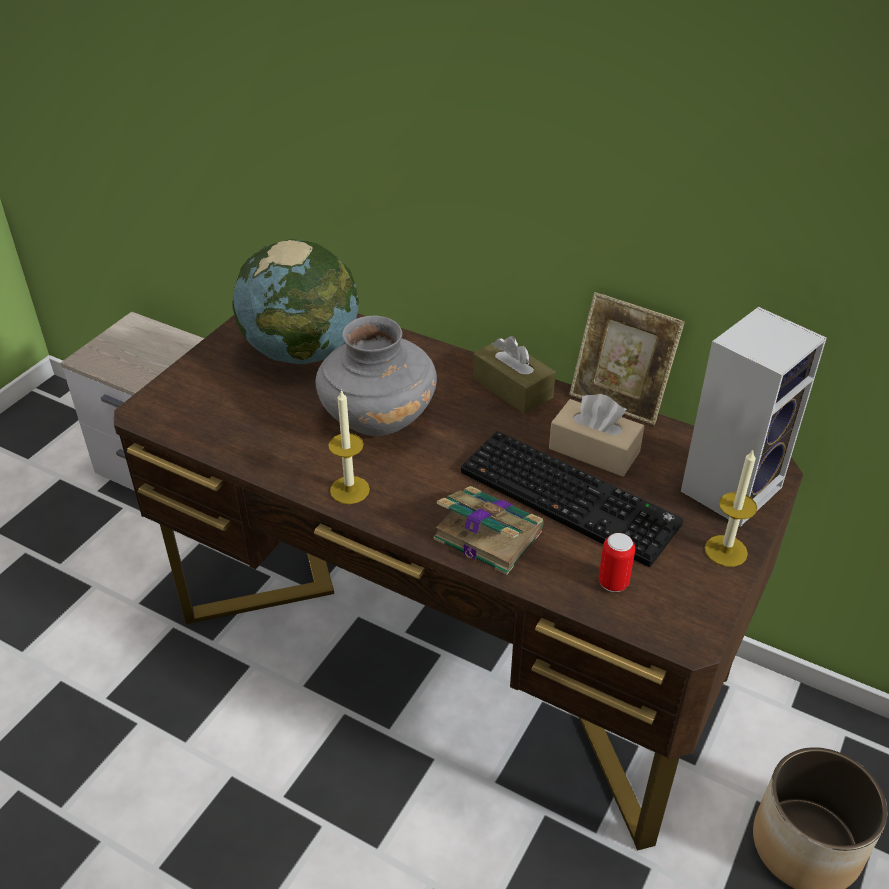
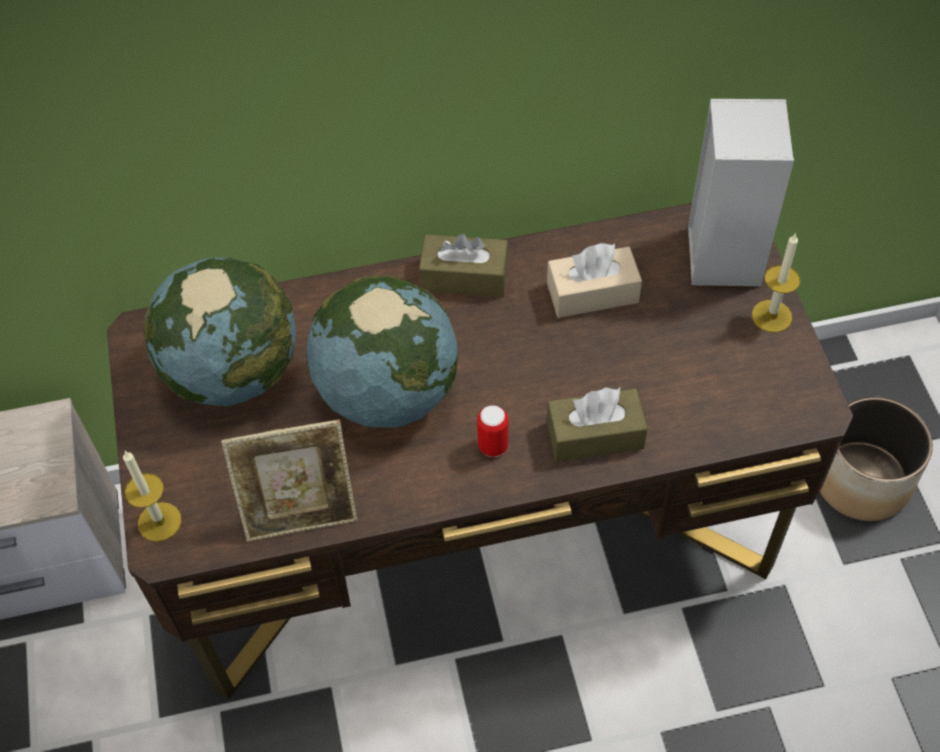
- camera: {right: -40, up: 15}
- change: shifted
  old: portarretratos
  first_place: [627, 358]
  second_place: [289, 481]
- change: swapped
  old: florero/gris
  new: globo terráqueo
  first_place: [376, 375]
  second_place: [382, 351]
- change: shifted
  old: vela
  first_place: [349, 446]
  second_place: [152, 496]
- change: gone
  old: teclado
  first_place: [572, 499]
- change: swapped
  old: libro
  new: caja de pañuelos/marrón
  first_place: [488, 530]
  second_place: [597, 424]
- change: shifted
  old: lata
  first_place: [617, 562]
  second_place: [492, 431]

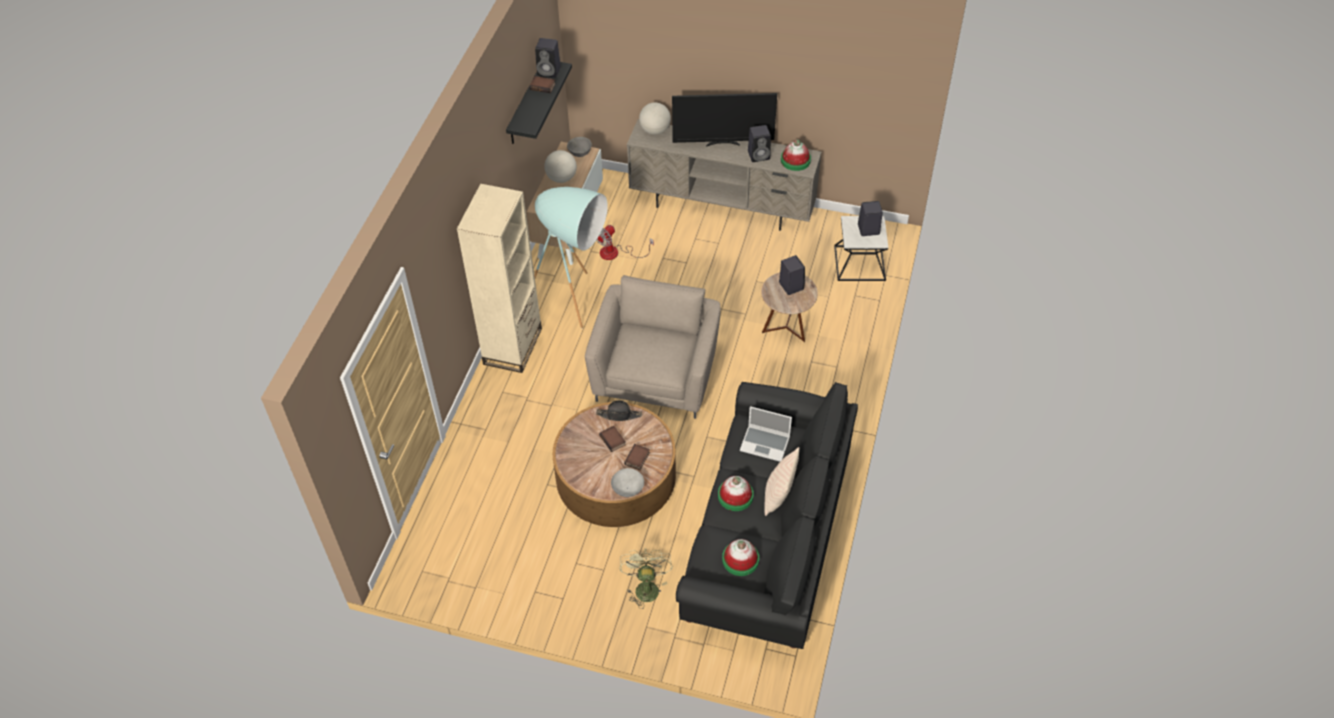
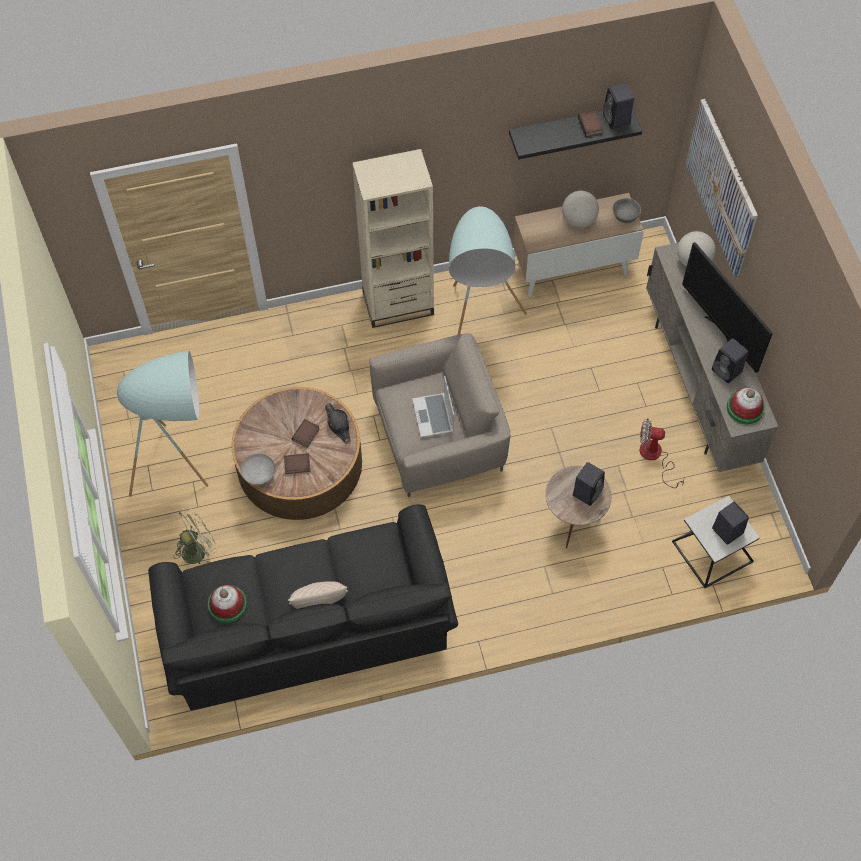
- camera: {right: 60, up: 10}
- change: shifted
  old: ventilador
  first_place: [625, 242]
  second_place: [662, 453]
- change: shifted
  old: portátil
  first_place: [766, 434]
  second_place: [433, 406]
- change: gone
  old: sombrero
  first_place: [736, 493]
- change: new
  new: cuadro
  second_place: [722, 188]
- change: new
  new: lámpara de pie/turquesa
  second_place: [163, 424]

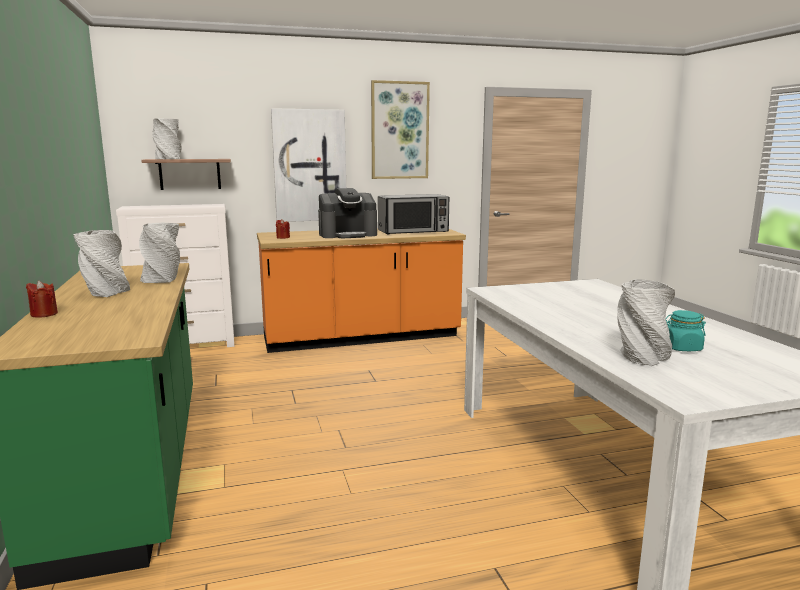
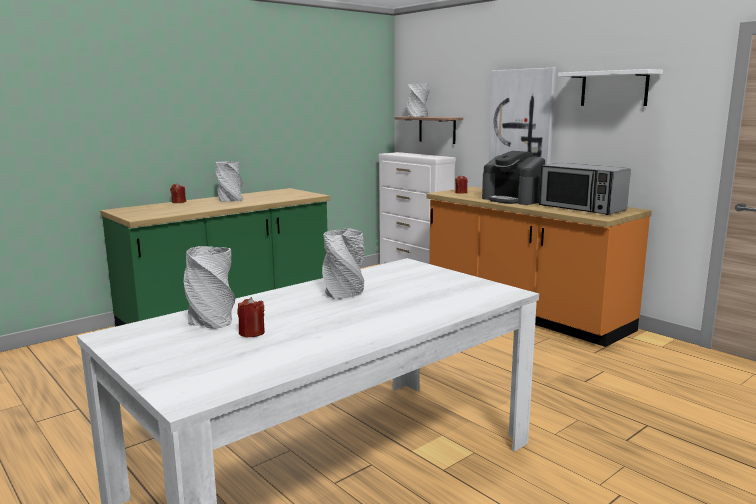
- camera: {right: 65, up: 0}
- change: swapped
  old: cuadro
  new: estante/blanco
  first_place: [400, 129]
  second_place: [610, 87]
- change: shifted
  old: florero/gris
  first_place: [159, 253]
  second_place: [343, 263]
- change: swapped
  old: tarro/turquesa
  new: vela/rojo
  first_place: [686, 330]
  second_place: [251, 317]

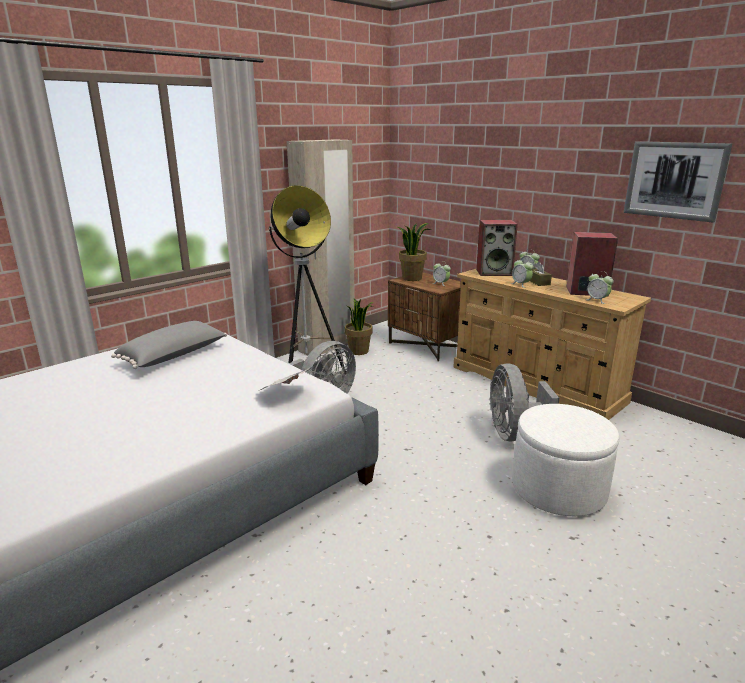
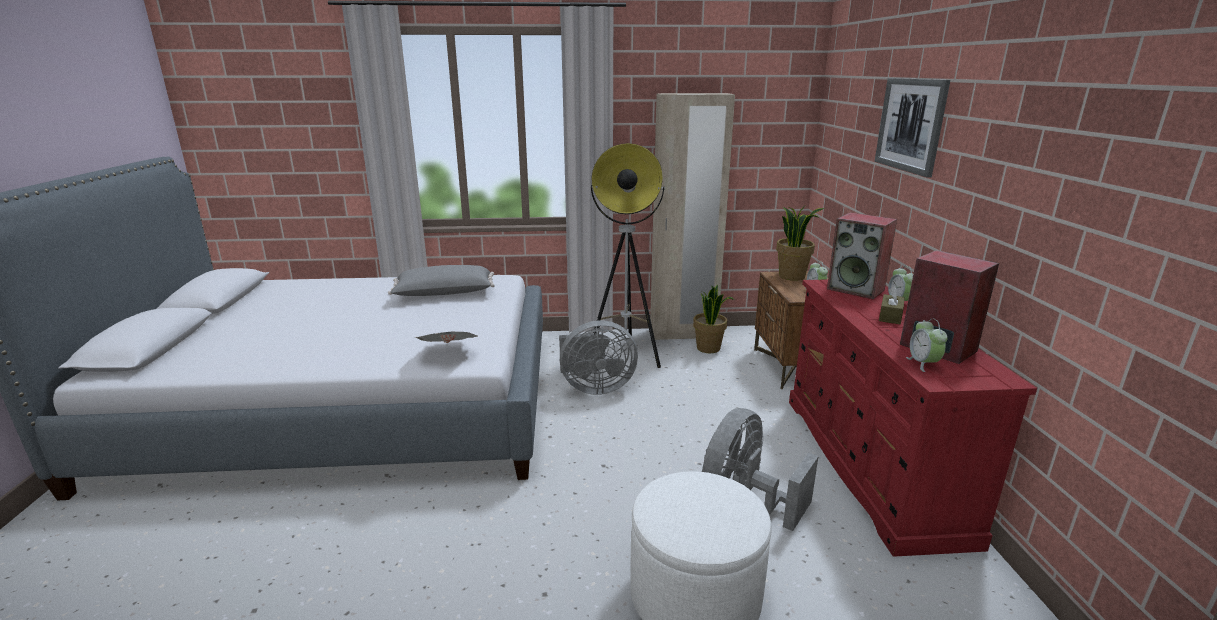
- camera: {right: 40, up: 0}
- change: shifted
  old: cuadro
  first_place: [678, 182]
  second_place: [912, 127]
- change: gone
  old: despertador
  first_place: [522, 273]
- change: repainted
  old: cómoda/beis
  new: cómoda/rojo
  first_place: [552, 344]
  second_place: [913, 418]

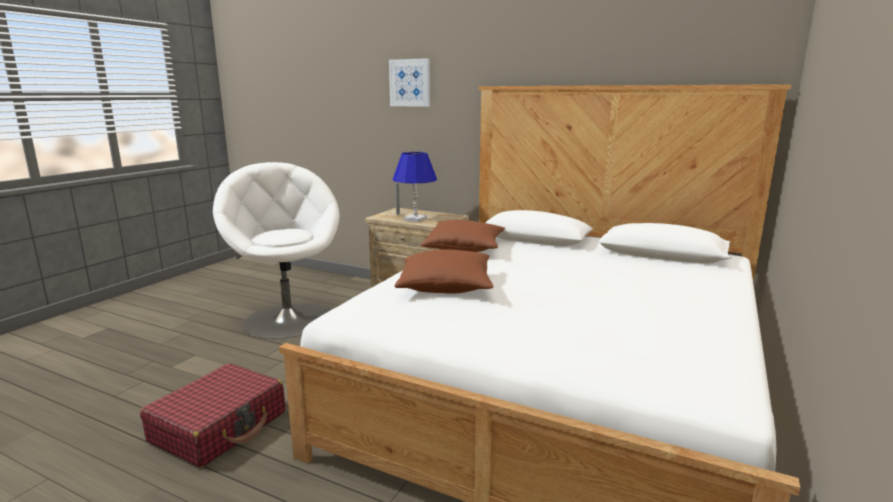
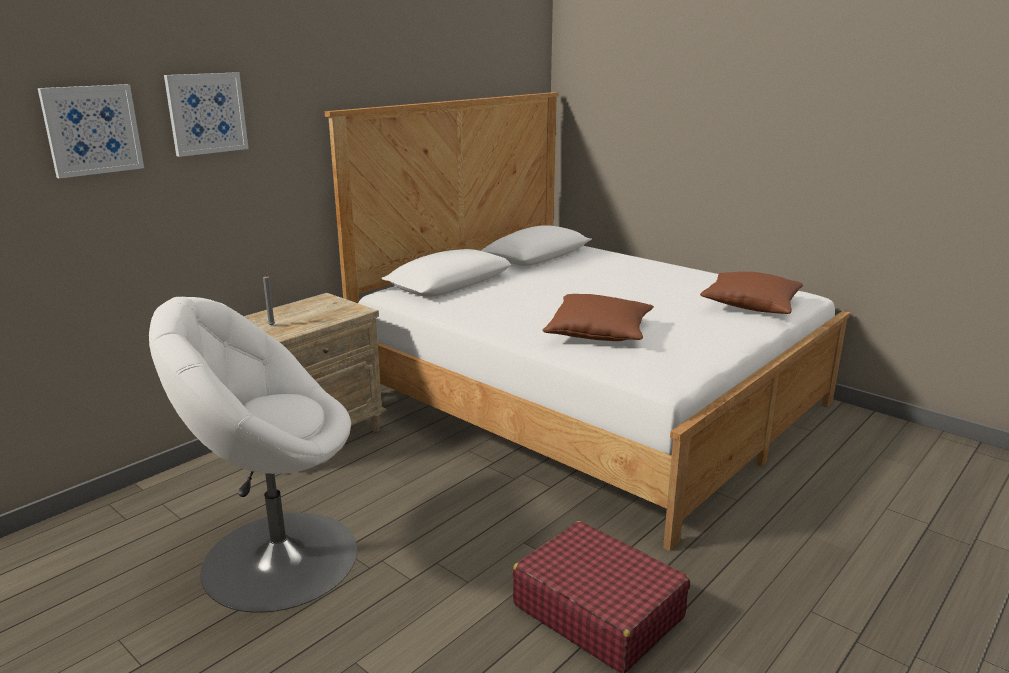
- camera: {right: -75, up: 5}
- change: gone
  old: lámpara de mesa/azul
  first_place: [415, 187]
- change: shifted
  old: cojín/marrón
  first_place: [463, 236]
  second_place: [751, 293]
- change: new
  new: cuadro
  second_place: [91, 131]

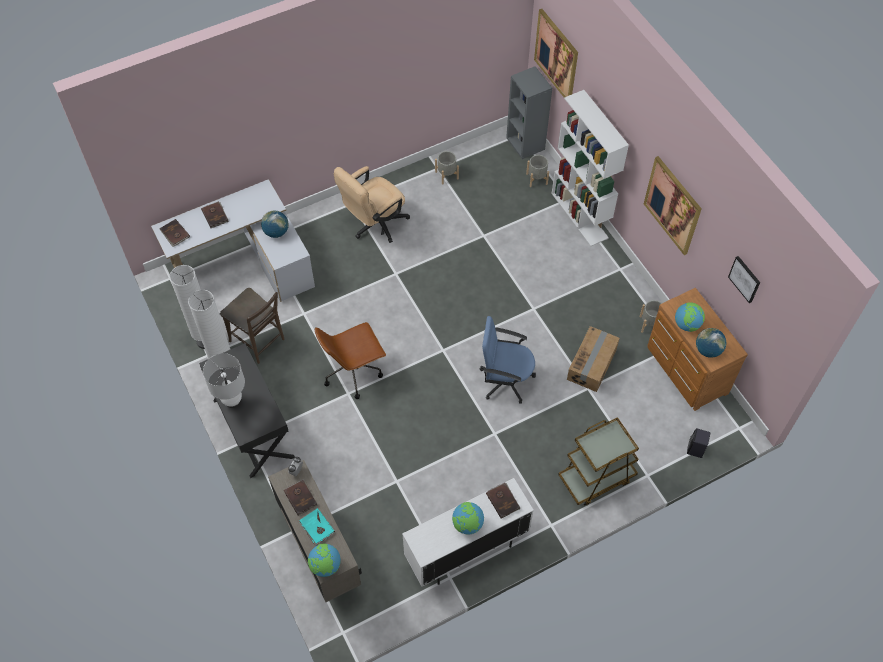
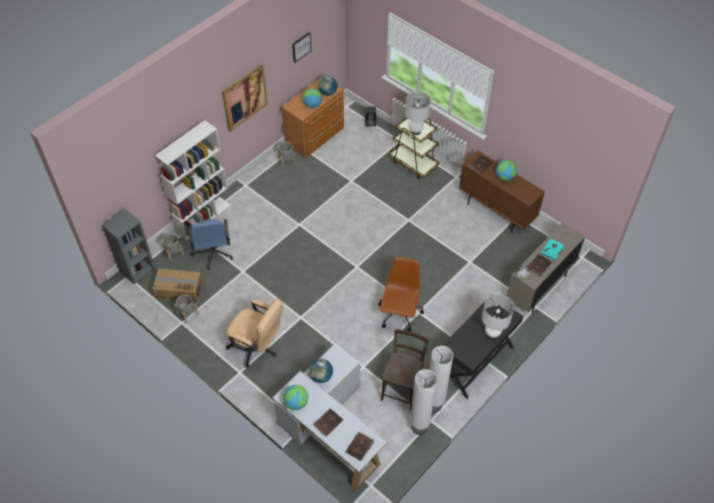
- camera: {right: -110, up: -5}
- change: gone
  old: cuadro
  first_place: [556, 53]
- change: shifted
  old: silla de oficina/azul
  first_place: [508, 360]
  second_place: [210, 244]
- change: rotated
  old: silla de oficina/marrón
  first_place: [350, 360]
  second_place: [401, 294]
  degrees: -120
- change: shifted
  old: caja de cartón
  first_place: [593, 359]
  second_place: [177, 285]
- change: repainted
  old: armario/blanco
  new: armario/marrón
  first_place: [468, 532]
  second_place: [502, 192]
- change: shifted
  old: globo terráqueo
  first_place: [324, 560]
  second_place: [295, 397]
- change: new
  new: lámpara de mesa/blanco
  second_place: [418, 113]

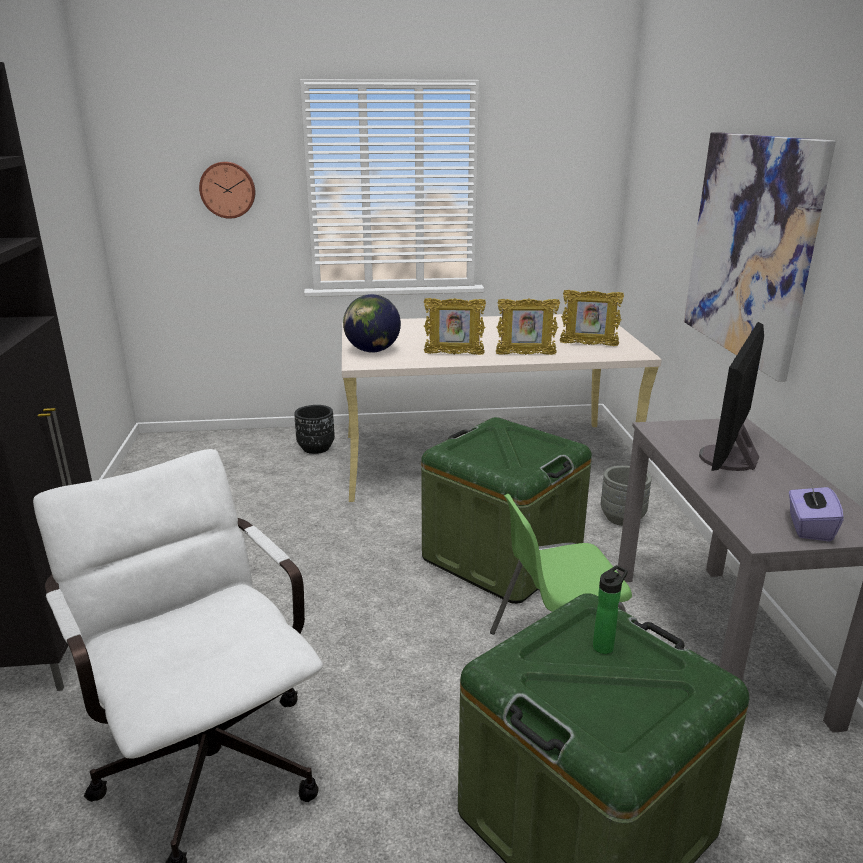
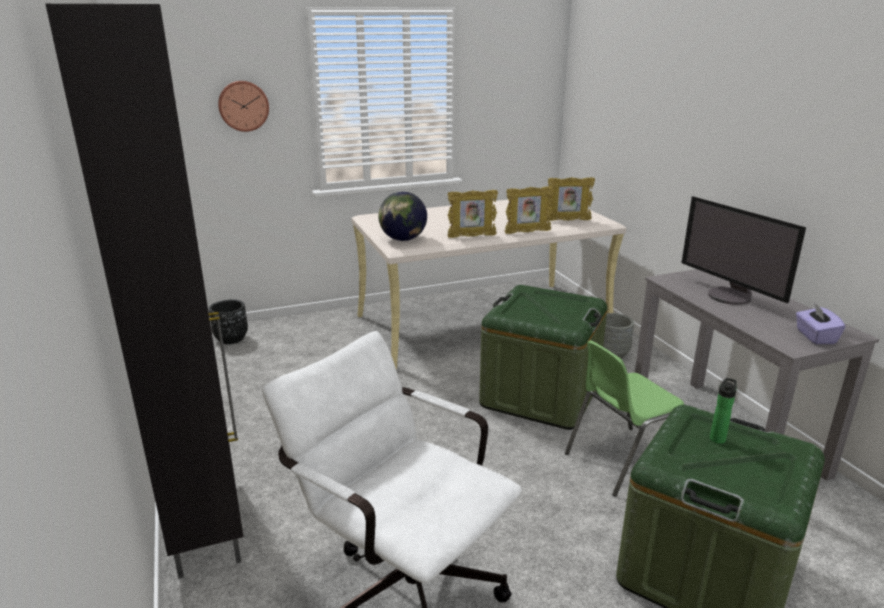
- camera: {right: -15, up: 0}
- change: gone
  old: cuadro
  first_place: [760, 257]
- change: rotated
  old: monitor
  first_place: [731, 396]
  second_place: [744, 250]
  degrees: -45
- change: shifted
  old: maceta/negro
  first_place: [314, 429]
  second_place: [228, 321]

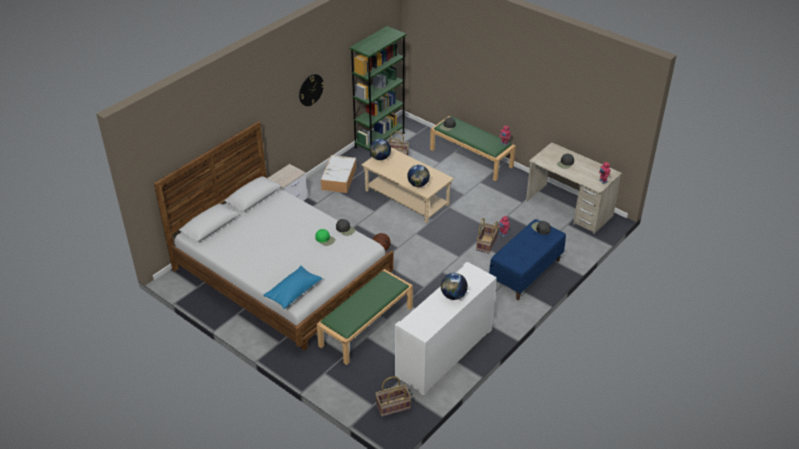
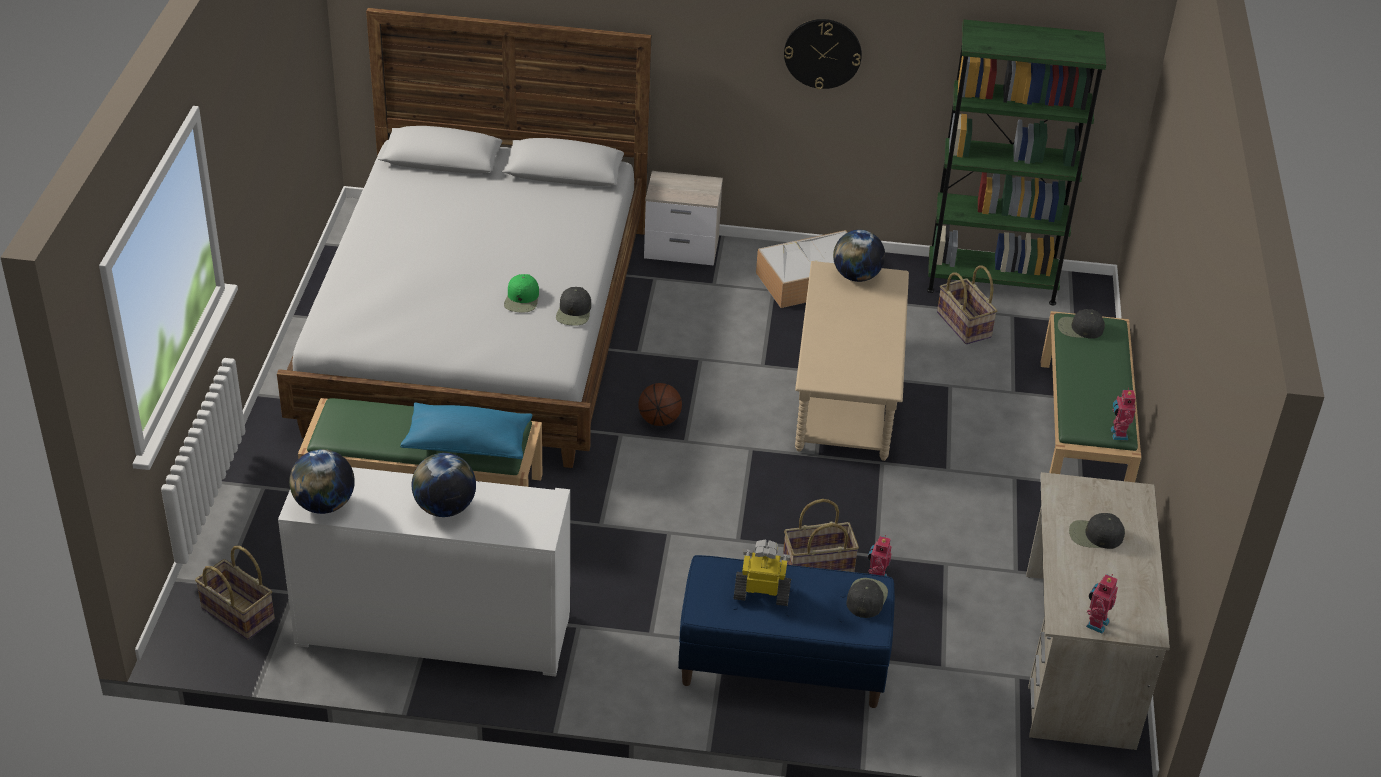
- camera: {right: 55, up: 0}
- change: shifted
  old: globo terráqueo
  first_place: [418, 176]
  second_place: [322, 481]
- change: shifted
  old: cojín/azul
  first_place: [293, 287]
  second_place: [466, 431]
- change: new
  new: robot de juguete
  second_place: [762, 573]

